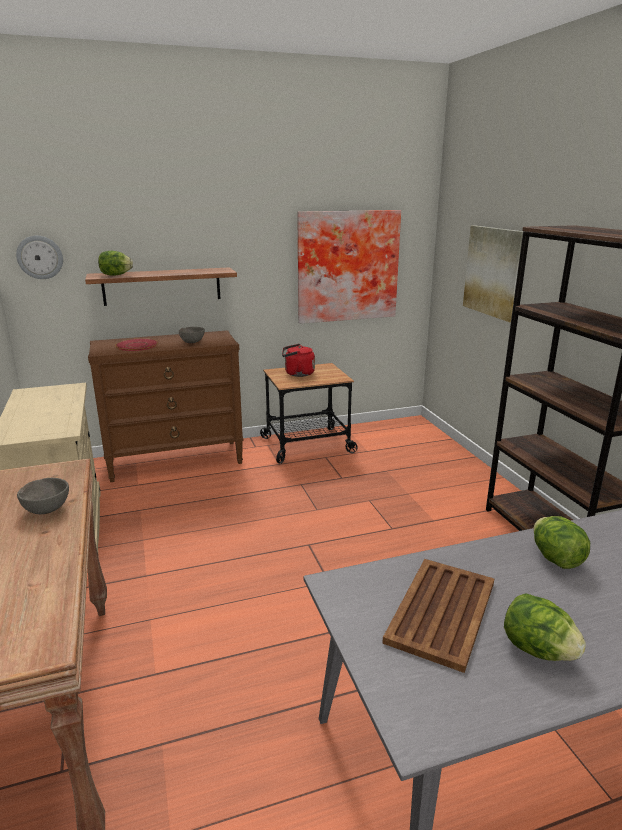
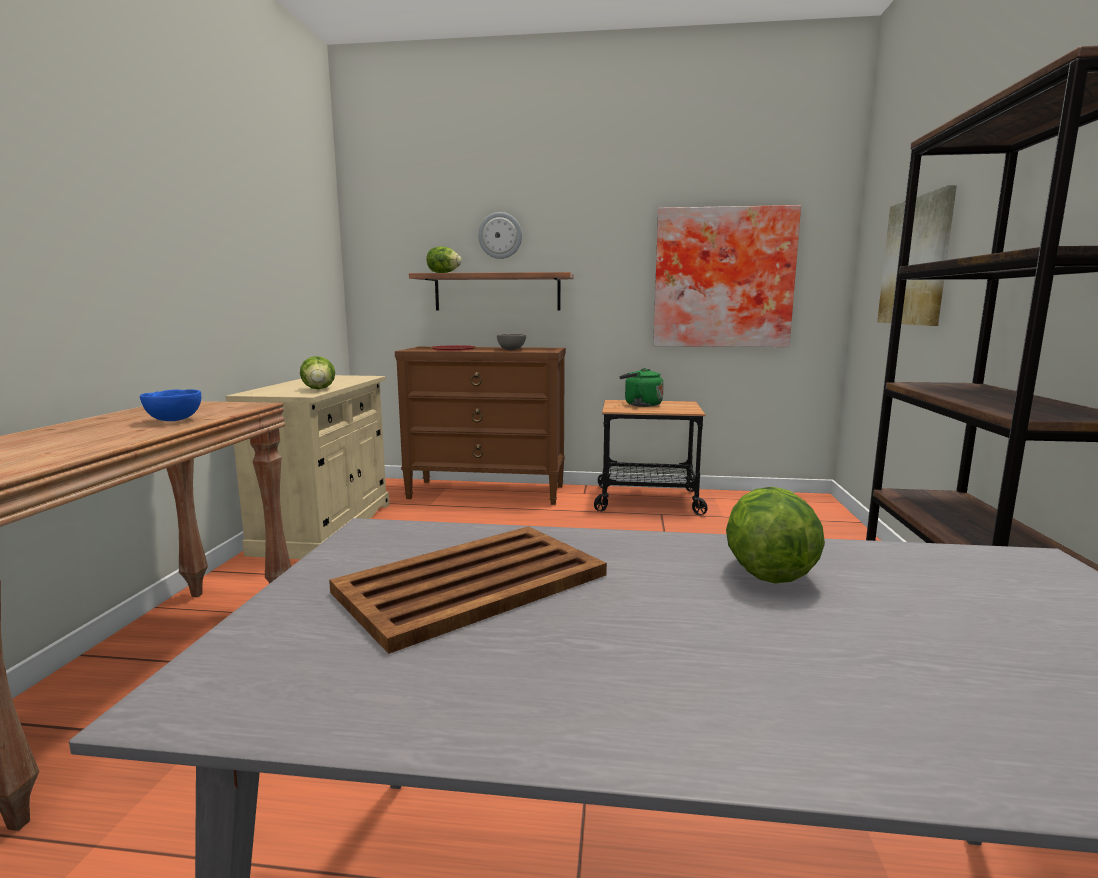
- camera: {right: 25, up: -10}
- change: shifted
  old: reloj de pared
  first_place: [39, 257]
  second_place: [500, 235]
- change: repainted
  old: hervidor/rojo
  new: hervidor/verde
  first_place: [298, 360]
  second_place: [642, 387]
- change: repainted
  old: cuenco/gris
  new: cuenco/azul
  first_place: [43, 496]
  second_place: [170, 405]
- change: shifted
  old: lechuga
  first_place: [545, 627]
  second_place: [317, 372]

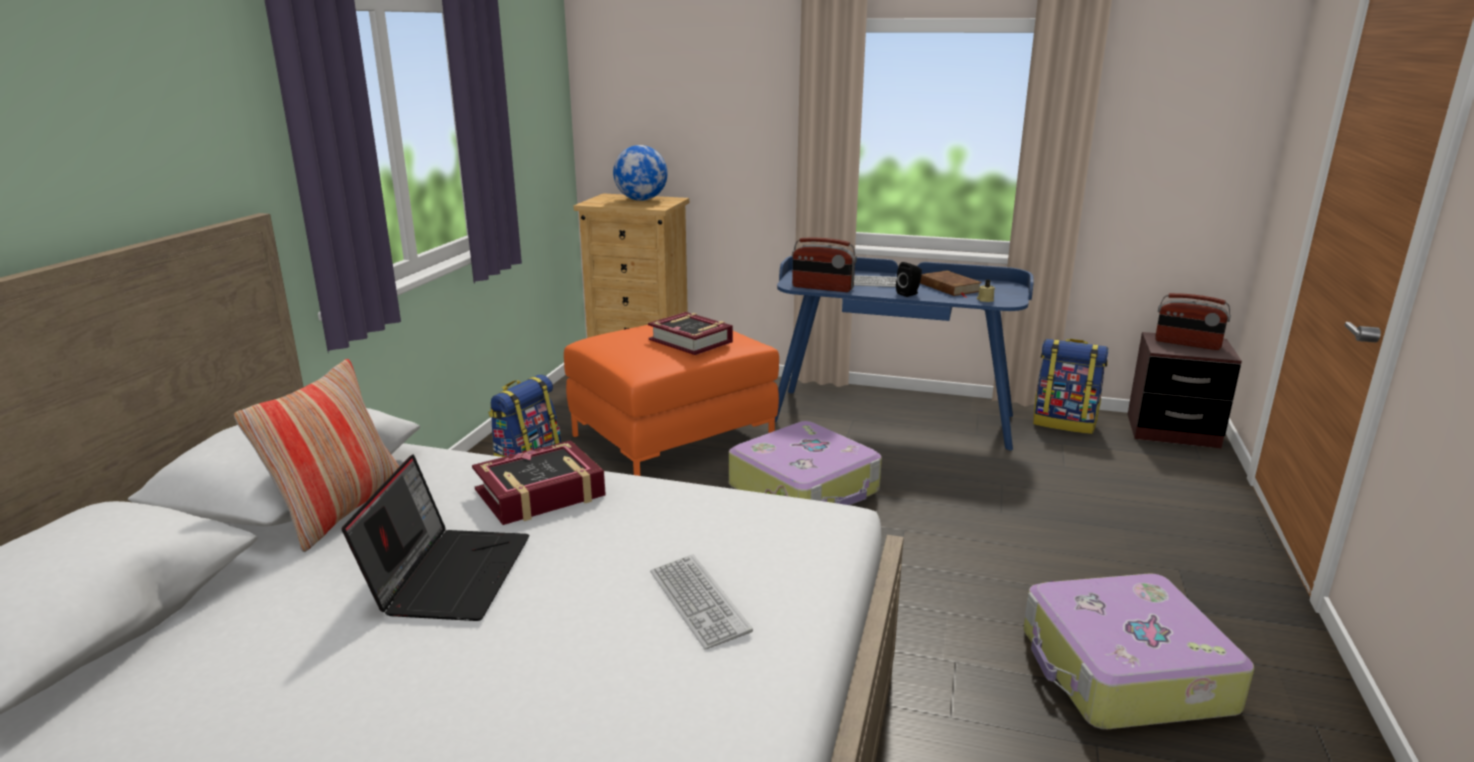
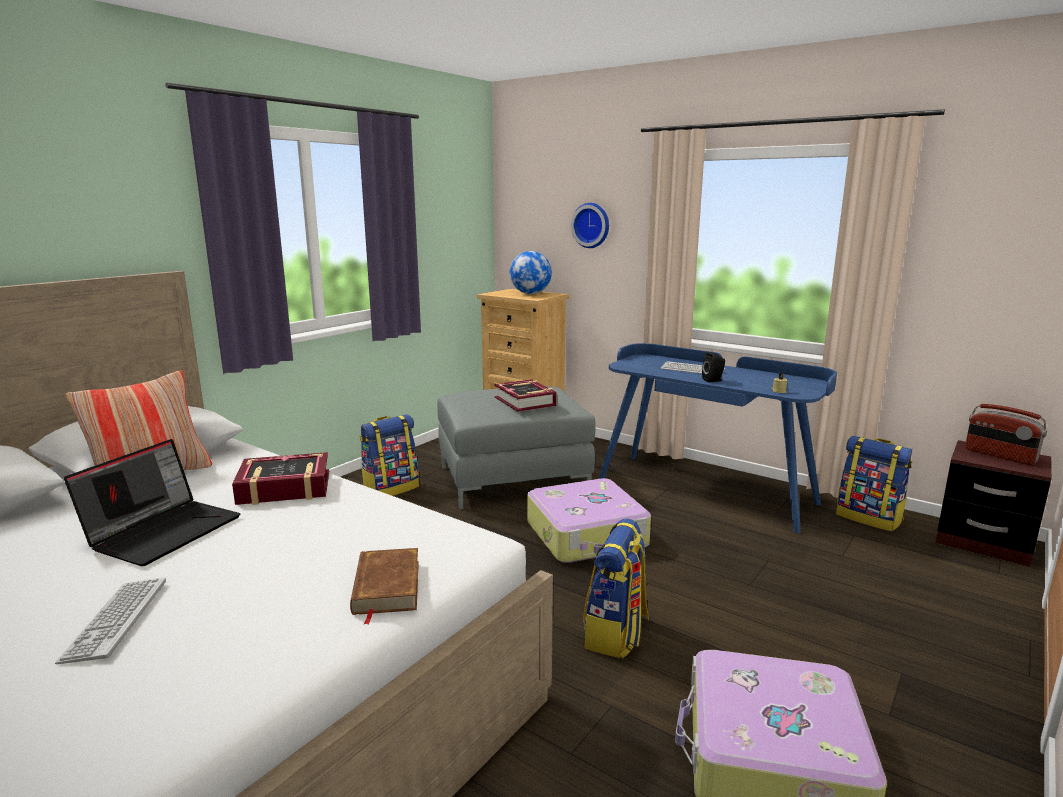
- camera: {right: 20, up: -5}
- change: gone
  old: radio
  first_place: [824, 264]
- change: shifted
  old: libro/marrón
  first_place: [951, 284]
  second_place: [384, 586]
- change: repainted
  old: puf/naranja
  new: puf/gris
  first_place: [671, 400]
  second_place: [516, 447]
- change: shifted
  old: teclado
  first_place: [701, 602]
  second_place: [110, 621]
- change: new
  new: reloj de pared
  second_place: [590, 225]
- change: new
  new: mochila
  second_place: [616, 588]

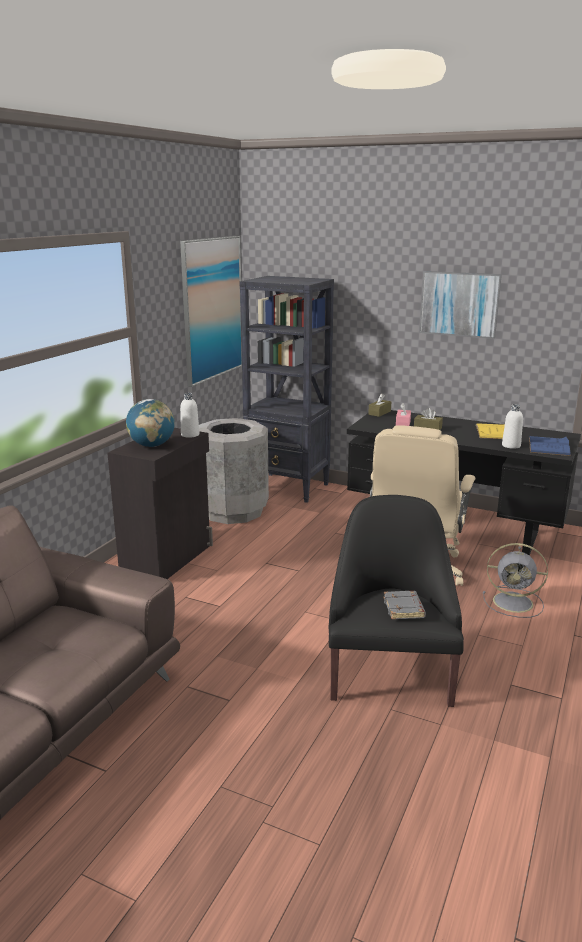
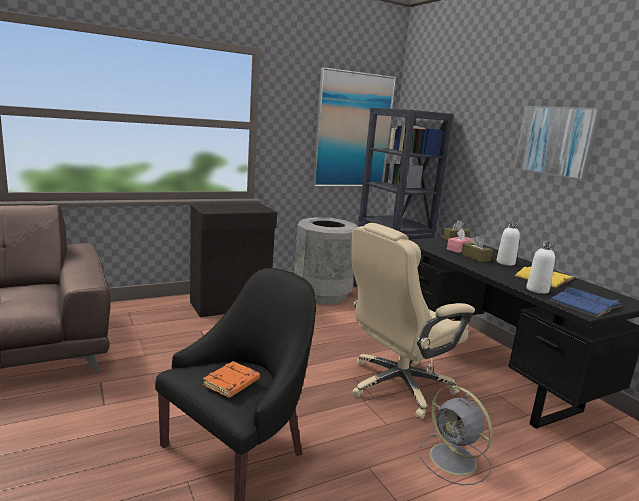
- camera: {right: 35, up: -5}
- change: shifted
  old: botella/blanco
  first_place: [189, 415]
  second_place: [508, 244]
- change: gone
  old: globo terráqueo
  first_place: [150, 423]
- change: repainted
  old: libro/gris
  new: libro/naranja
  first_place: [404, 605]
  second_place: [231, 379]

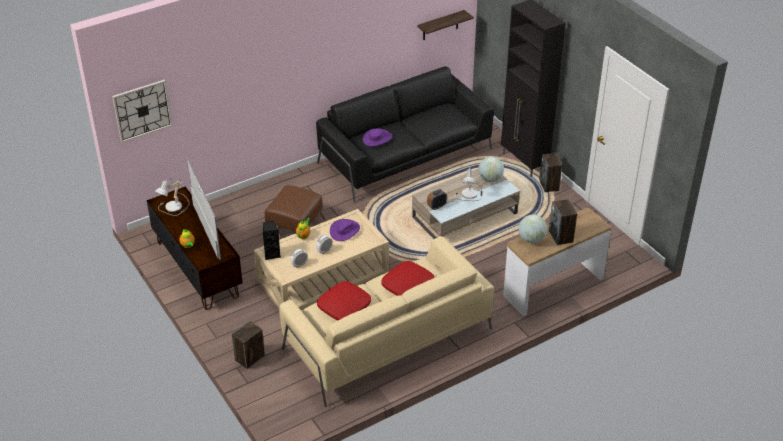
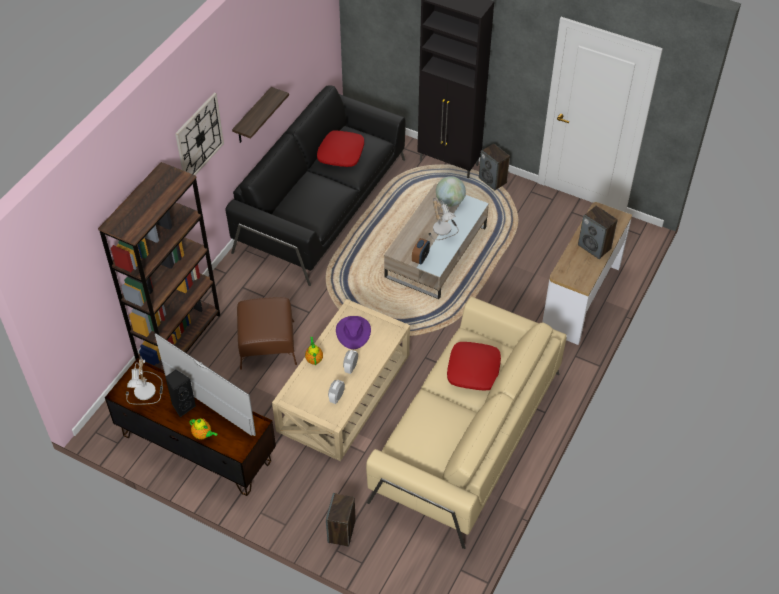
- camera: {right: -30, up: 10}
- change: shifted
  old: estante
  first_place: [445, 25]
  second_place: [260, 115]
- change: shifted
  old: reloj de pared
  first_place: [142, 111]
  second_place: [199, 134]
- change: gone
  old: sombrero/morado
  first_place: [377, 137]
- change: gone
  old: globo terráqueo
  first_place: [533, 228]
- change: shifted
  old: altavoz/negro
  first_place: [272, 240]
  second_place: [180, 393]
- change: shifted
  old: cojín/rojo
  first_place: [344, 300]
  second_place: [340, 148]
- change: new
  new: estantería/marrón
  second_place: [159, 266]

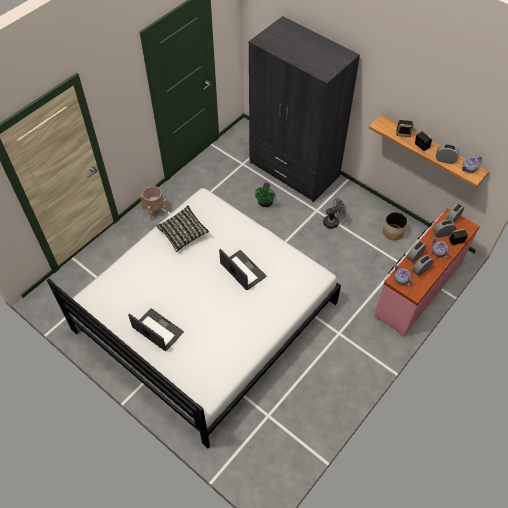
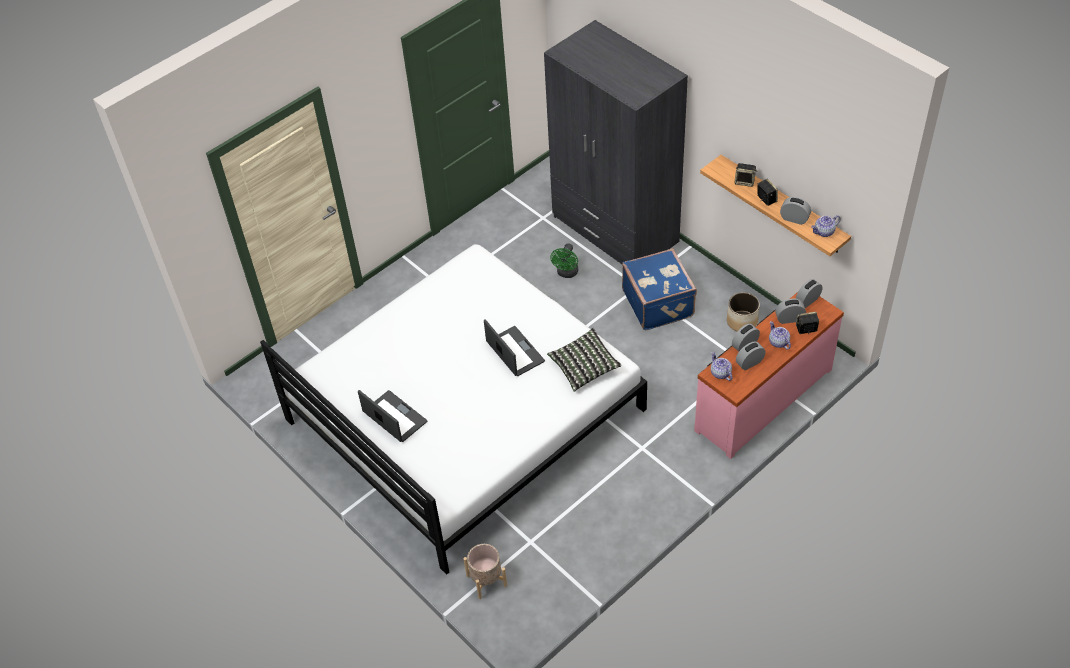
- camera: {right: 10, up: -5}
- change: shifted
  old: maceta/beis
  first_place: [154, 203]
  second_place: [485, 571]
- change: swapped
  old: ventilador/gris
  new: maleta/azul
  first_place: [334, 213]
  second_place: [659, 289]
- change: shifted
  old: cojín
  first_place: [182, 228]
  second_place: [584, 360]

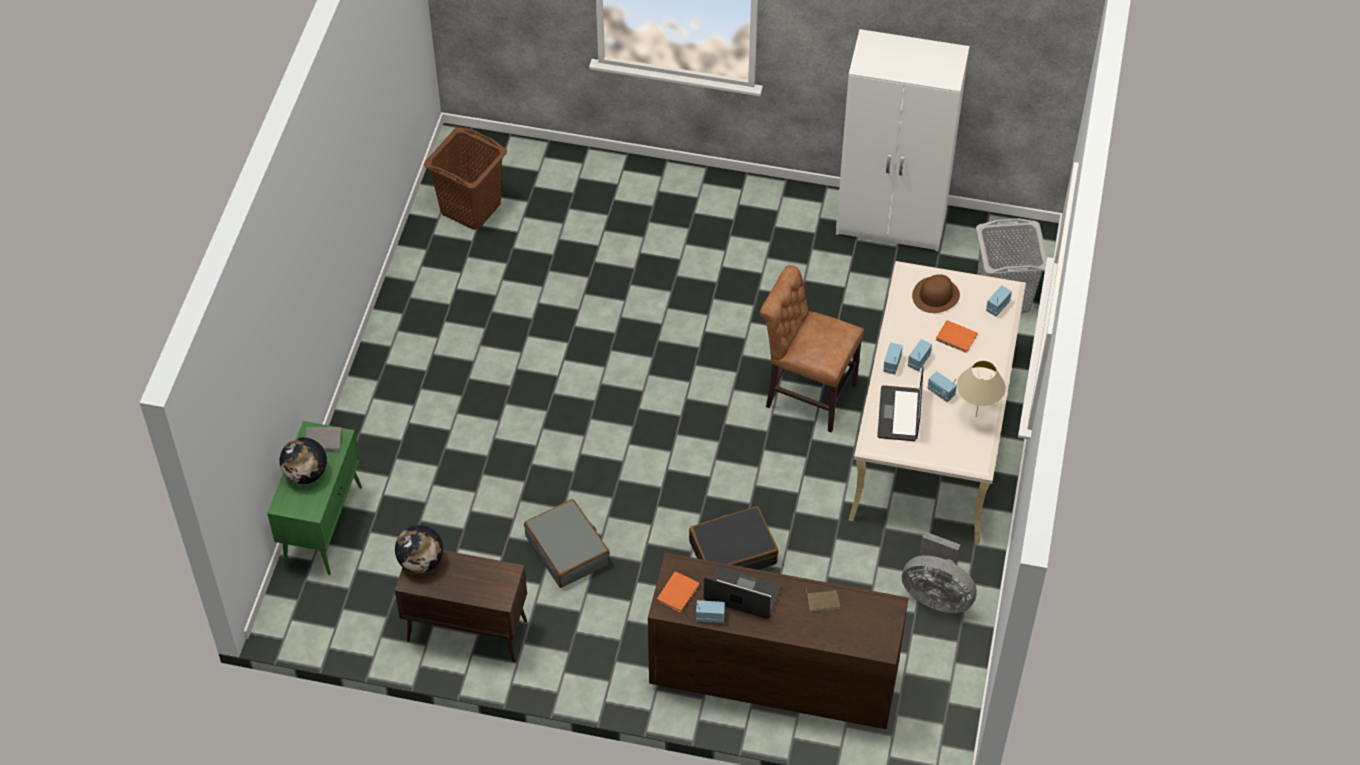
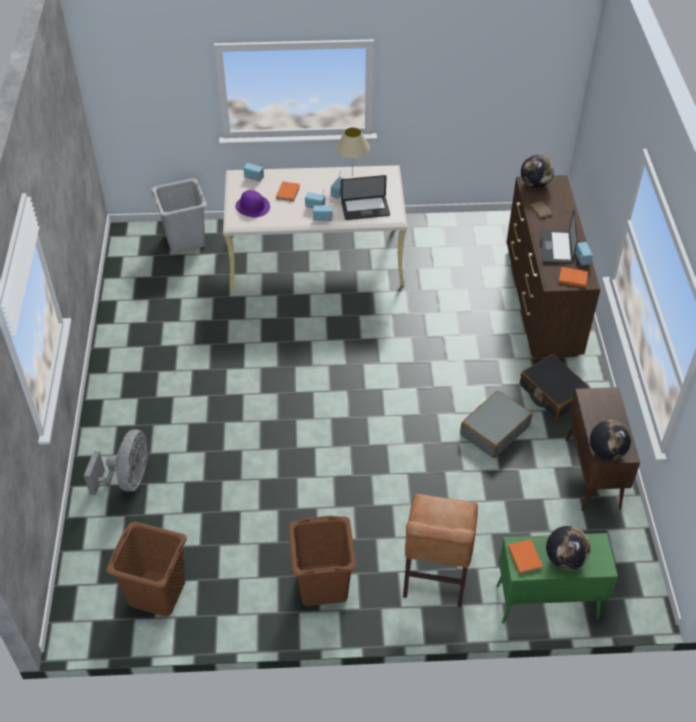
- camera: {right: -105, up: -5}
- change: gone
  old: armario ropero/blanco
  first_place: [903, 140]
- change: shifted
  old: silla/marrón
  first_place: [812, 349]
  second_place: [440, 550]
- change: repainted
  old: sombrero/marrón
  new: sombrero/morado
  first_place: [936, 293]
  second_place: [252, 203]
- change: repainted
  old: libro/gris
  new: libro/naranja
  first_place: [324, 439]
  second_place: [525, 556]
- change: shifted
  old: maleta/negro
  first_place: [733, 538]
  second_place: [555, 386]
- change: shifted
  old: ventilador/gris
  first_place: [939, 572]
  second_place: [116, 462]
- change: new
  new: globo terráqueo
  second_place: [537, 171]
- change: new
  new: cesto de la ropa/marrón
  second_place: [322, 561]

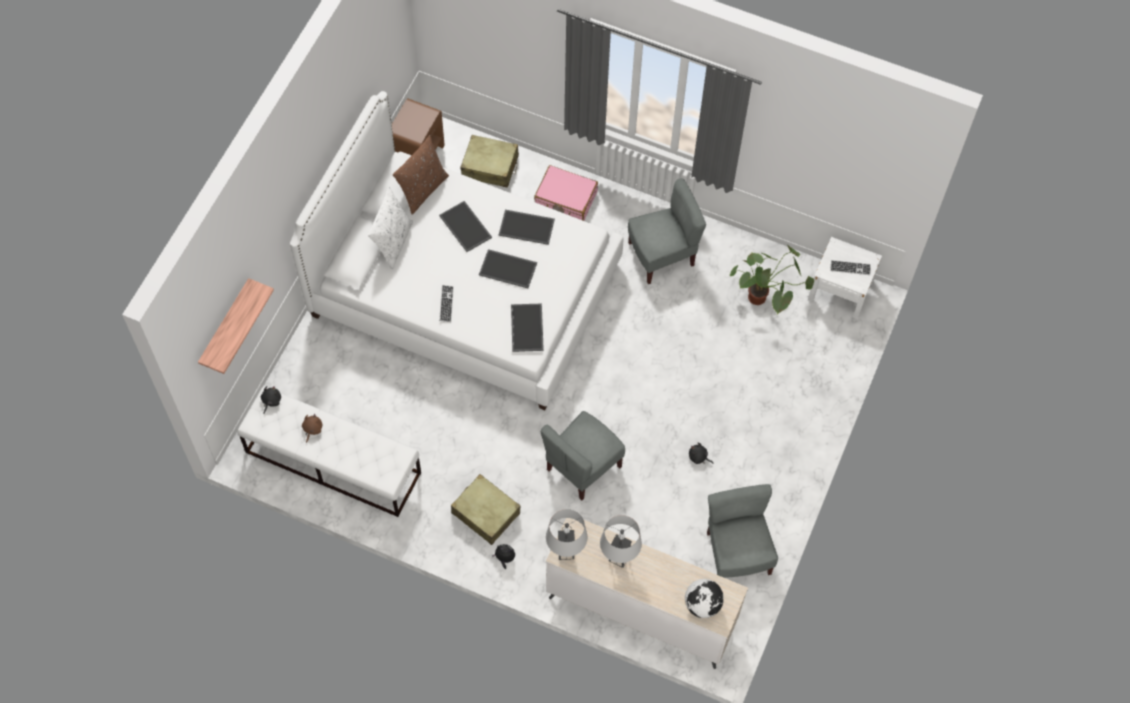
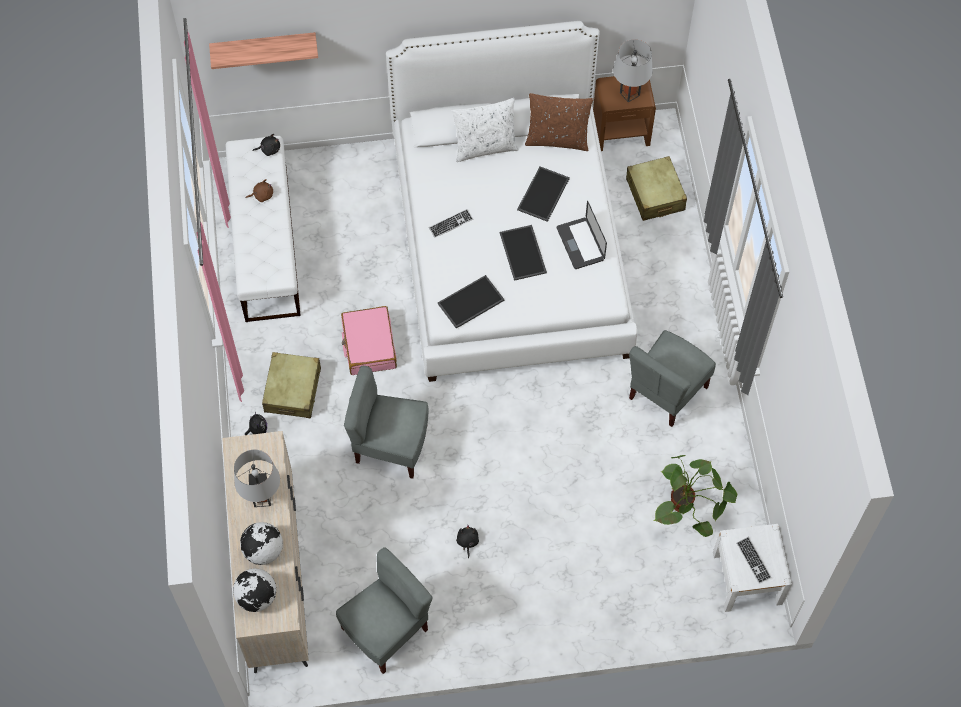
- camera: {right: 60, up: 0}
- change: shifted
  old: maleta/rosa
  first_place: [566, 193]
  second_place: [369, 340]
- change: rotated
  old: silla/gris
  first_place: [667, 231]
  second_place: [672, 378]
  degrees: 90
- change: swapped
  old: bandeja
  new: portátil
  first_place: [527, 227]
  second_place: [582, 235]
- change: shifted
  old: lámpara de mesa/gris
  first_place: [566, 534]
  second_place: [633, 70]
- change: new
  new: globo terráqueo
  second_place: [261, 543]

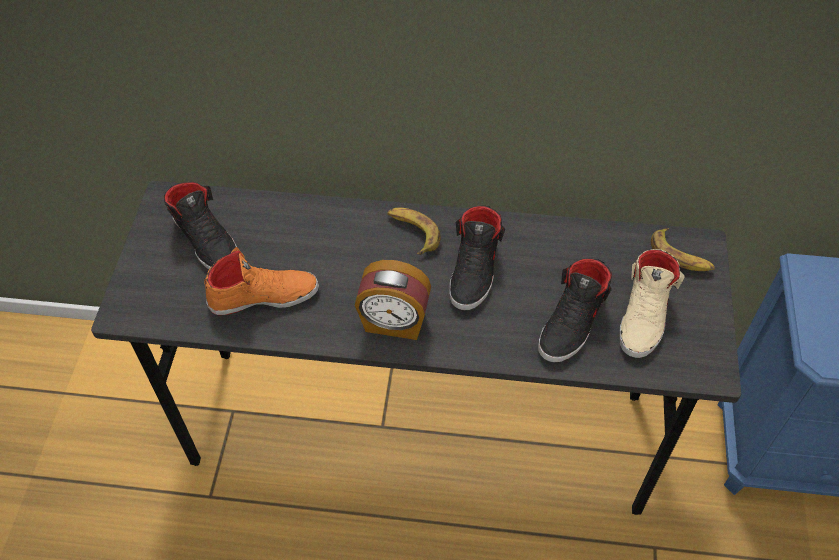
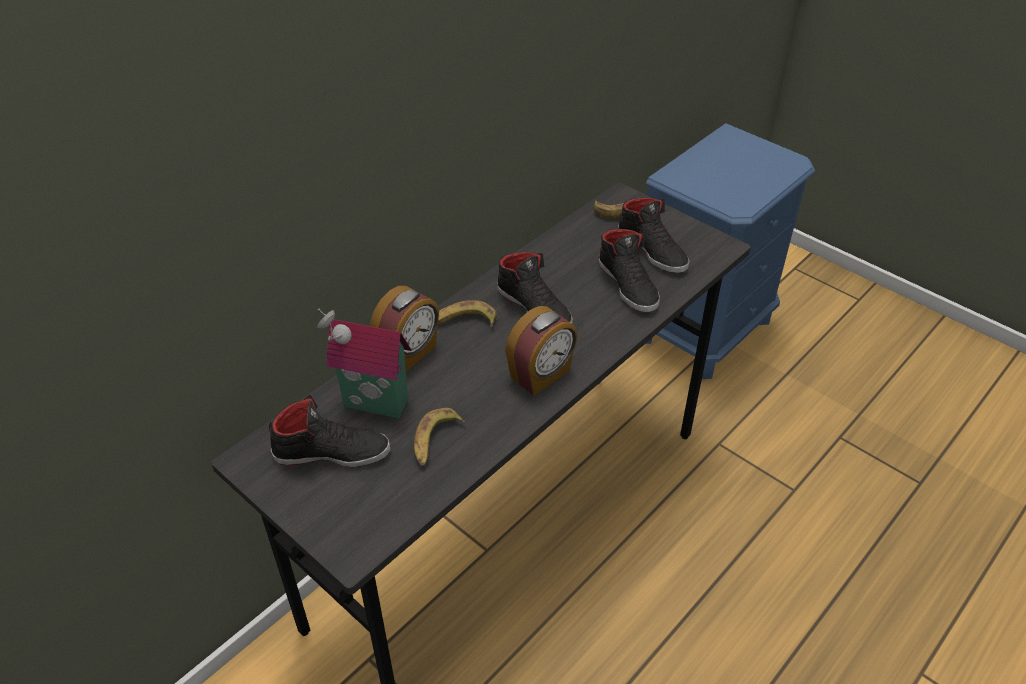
- camera: {right: -55, up: -10}
- change: swapped
  old: zapato/naranja
  new: plátano
  first_place: [261, 281]
  second_place: [439, 437]
- change: repainted
  old: zapato/beis
  new: zapato/negro
  first_place: [652, 303]
  second_place: [654, 235]
- change: new
  new: despertador
  second_place: [404, 329]
- change: new
  new: casita
  second_place: [364, 363]

